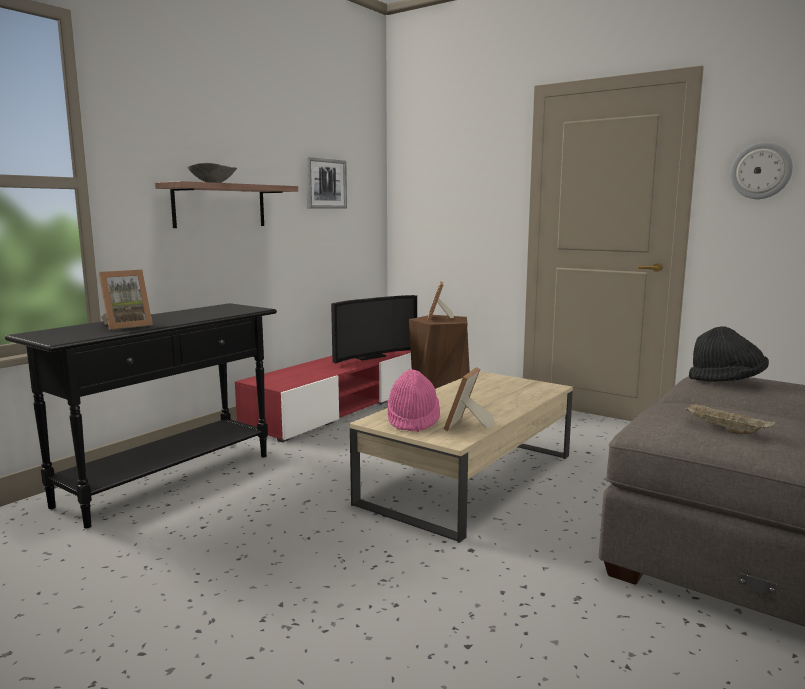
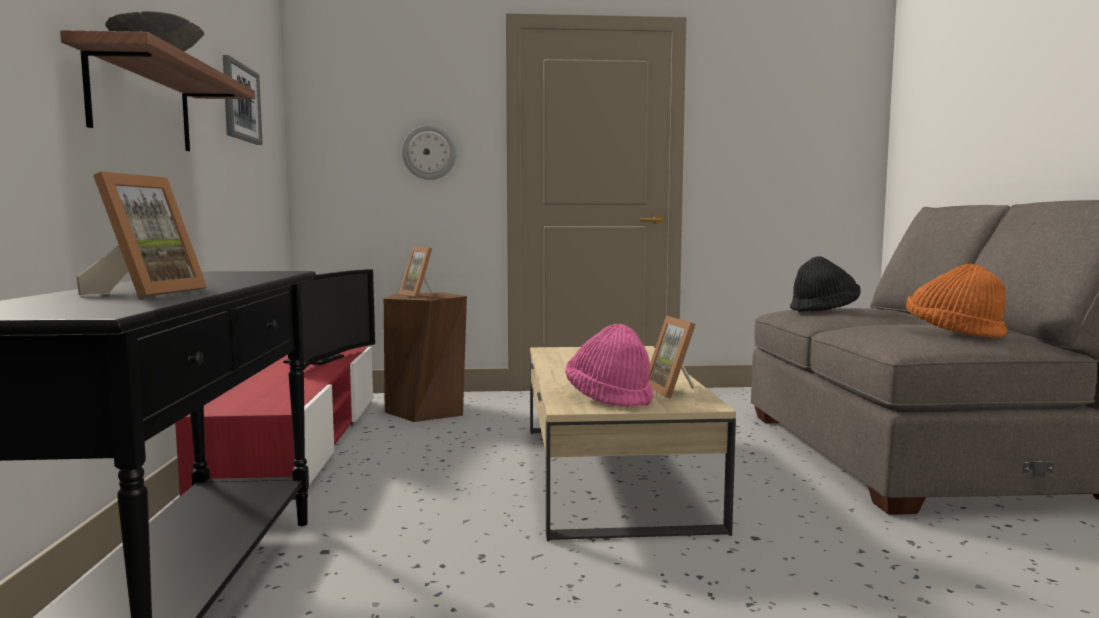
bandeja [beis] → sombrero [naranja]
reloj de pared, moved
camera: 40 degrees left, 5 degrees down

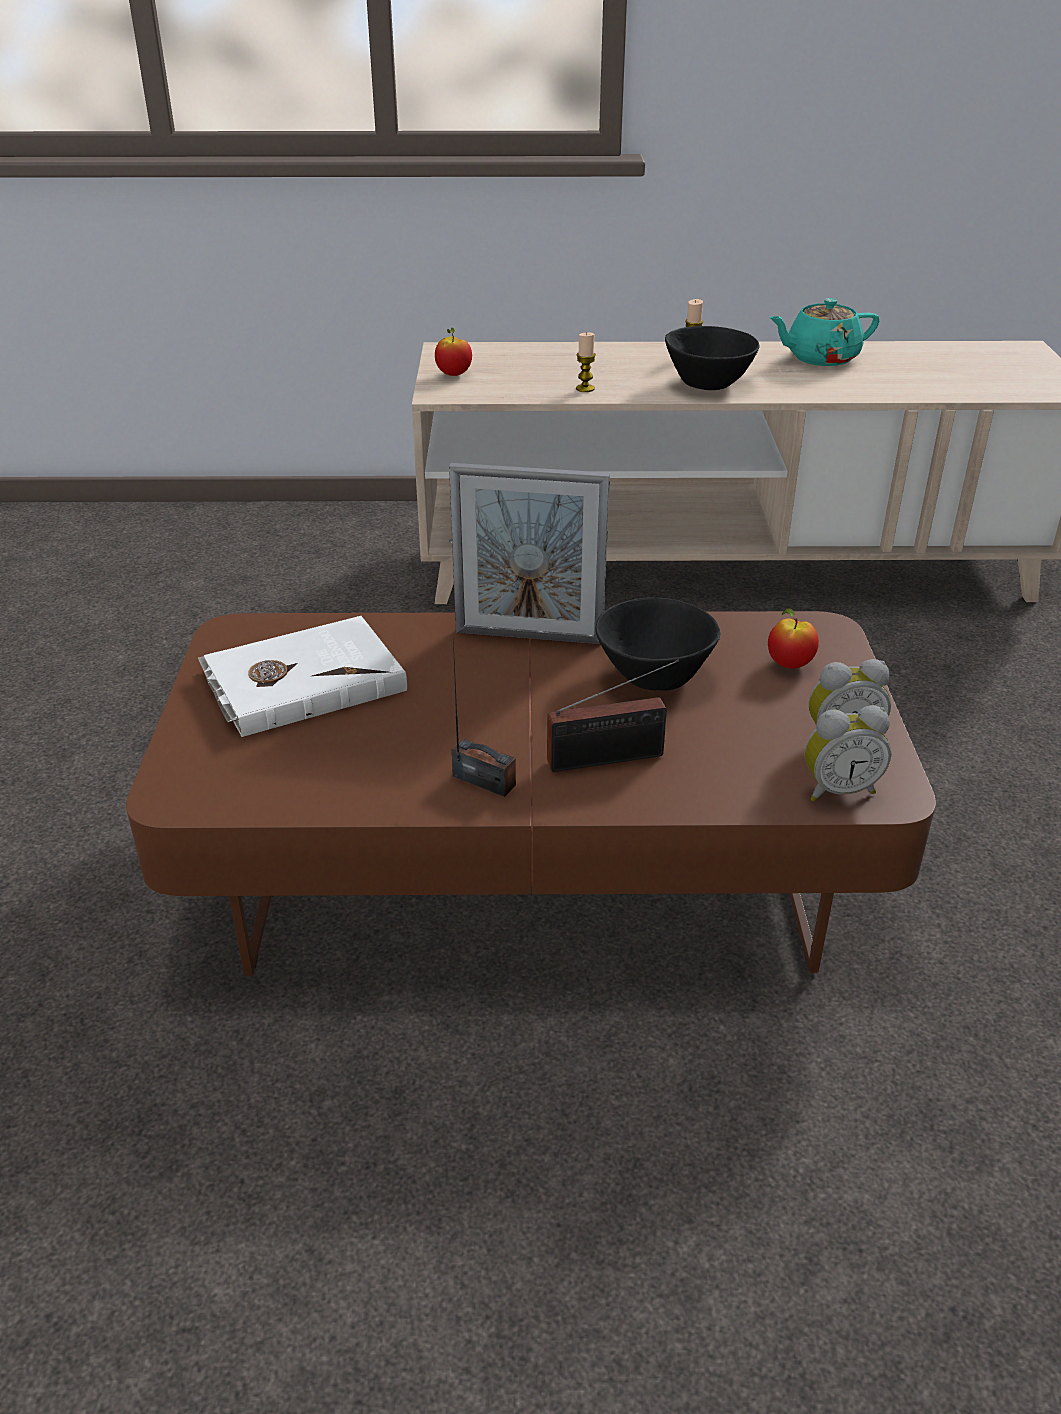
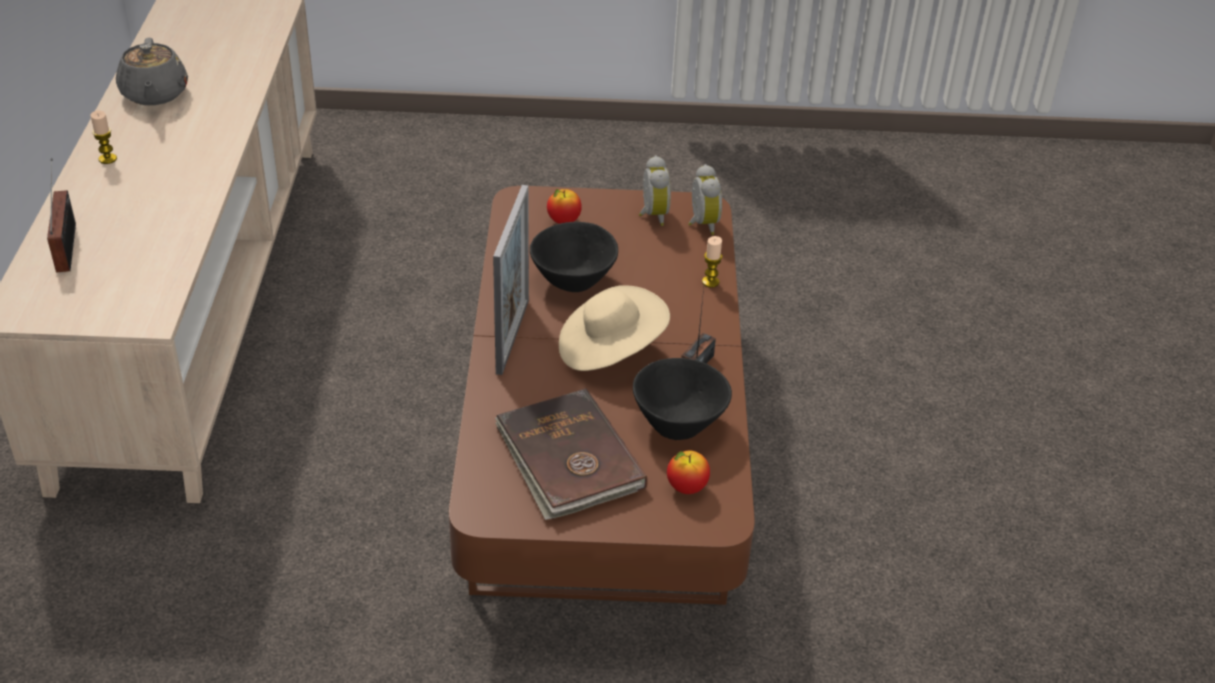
libro [blanco] → libro [marrón]
manzana (1st from left in the first image) → manzana (2nd from left), moved
radio (2nd from left in the first image) → radio (1st from left), moved
vela (1st from left in the first image) → vela (2nd from left), moved
cuenco [negro] (2nd from left), moved
tetera [turquesa] → tetera [gris]
- → sombrero [beis]
camera: 90 degrees left, 5 degrees up

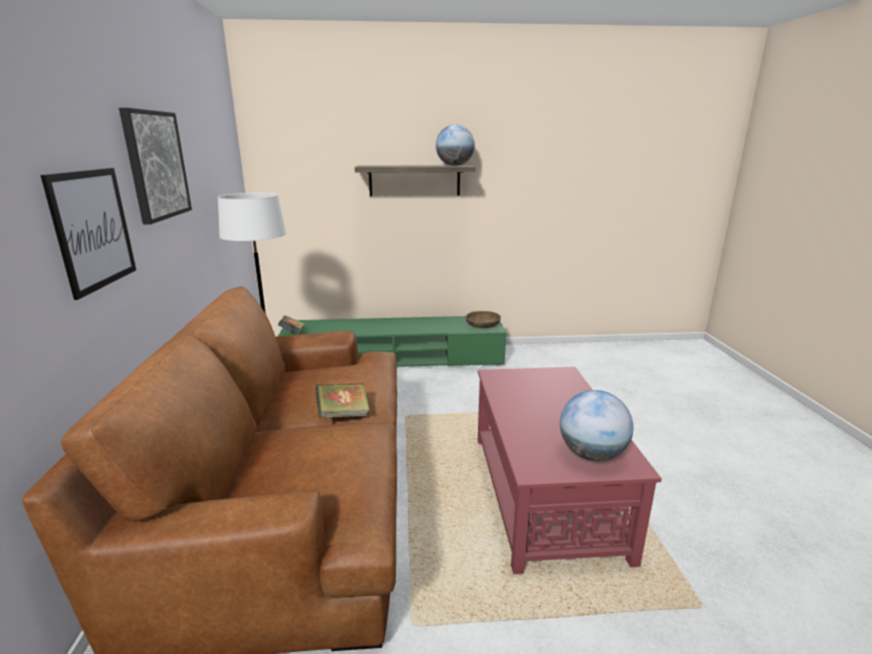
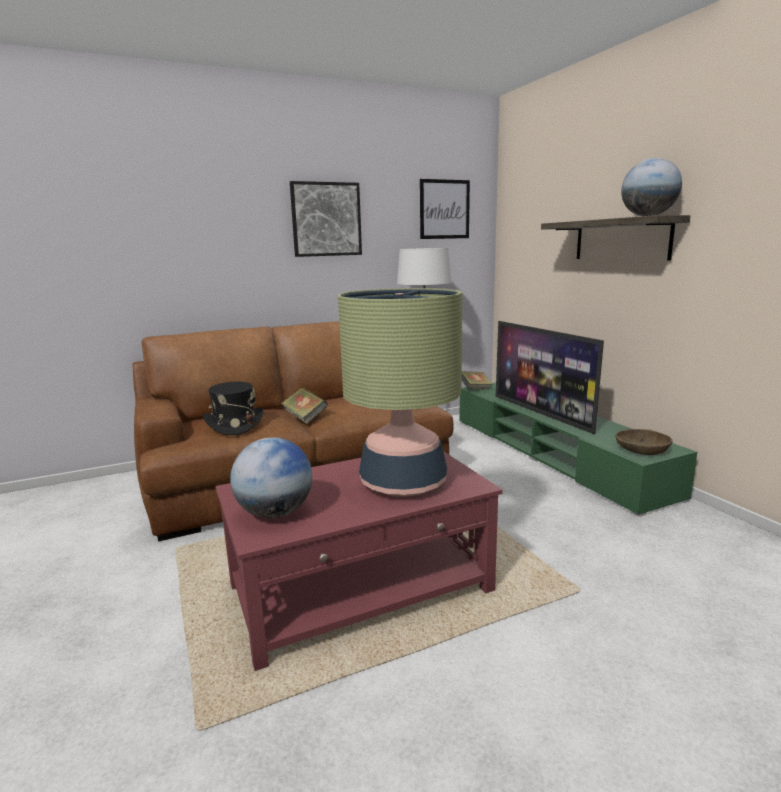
cuadro (1st from left in the first image) → cuadro (2nd from left), moved
- → sombrero [negro]
- → lámpara de mesa
- → televisor
camera: 70 degrees right, 5 degrees down

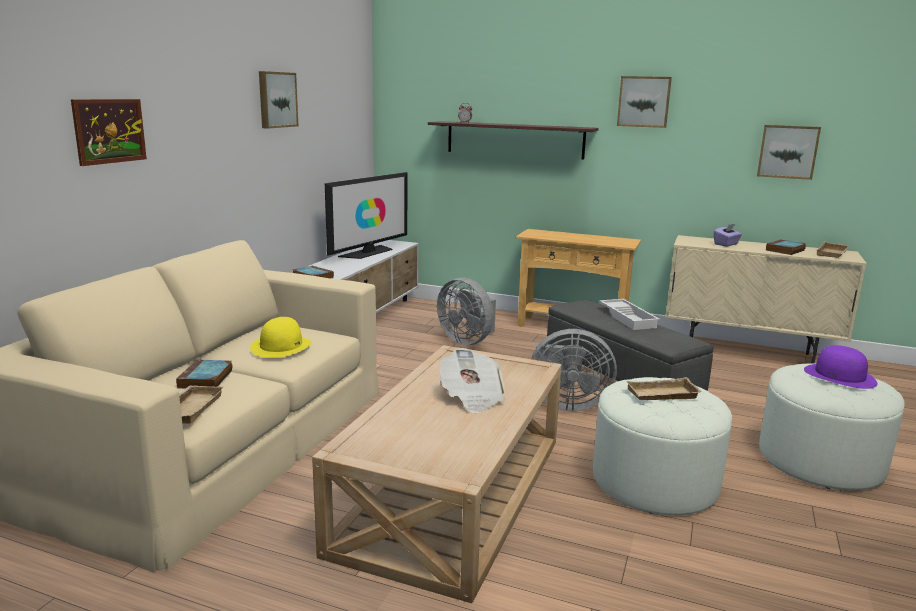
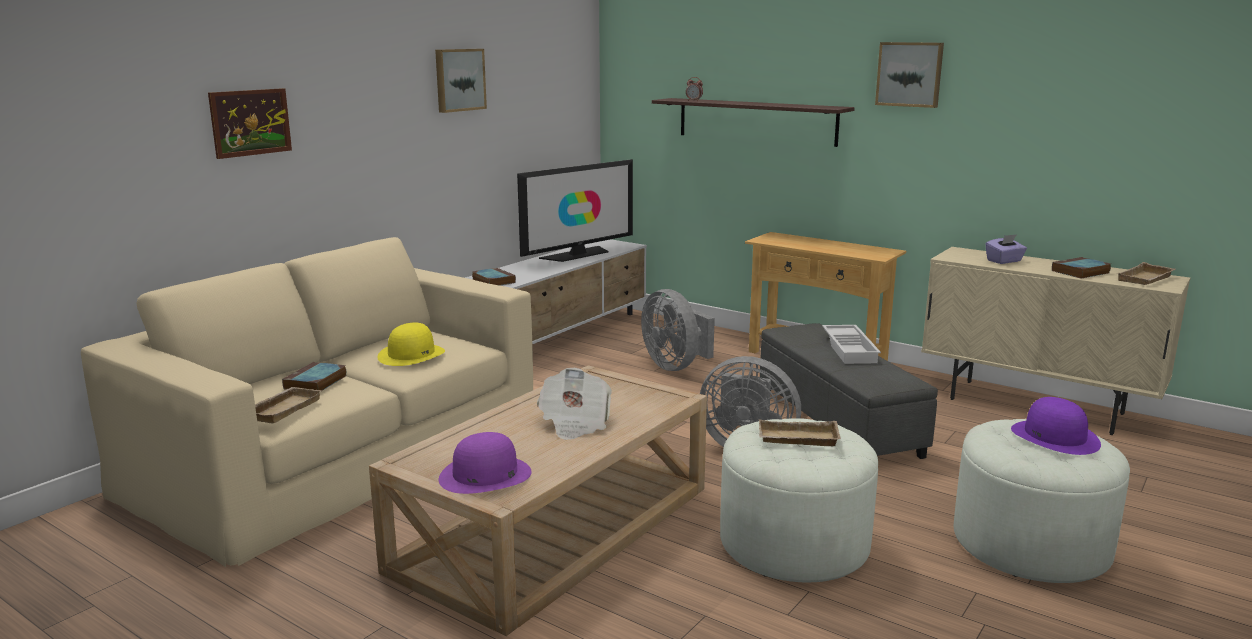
cuadro (4th from left) → -
- → sombrero [morado] (1st from left)
camera: 15 degrees right, 0 degrees up

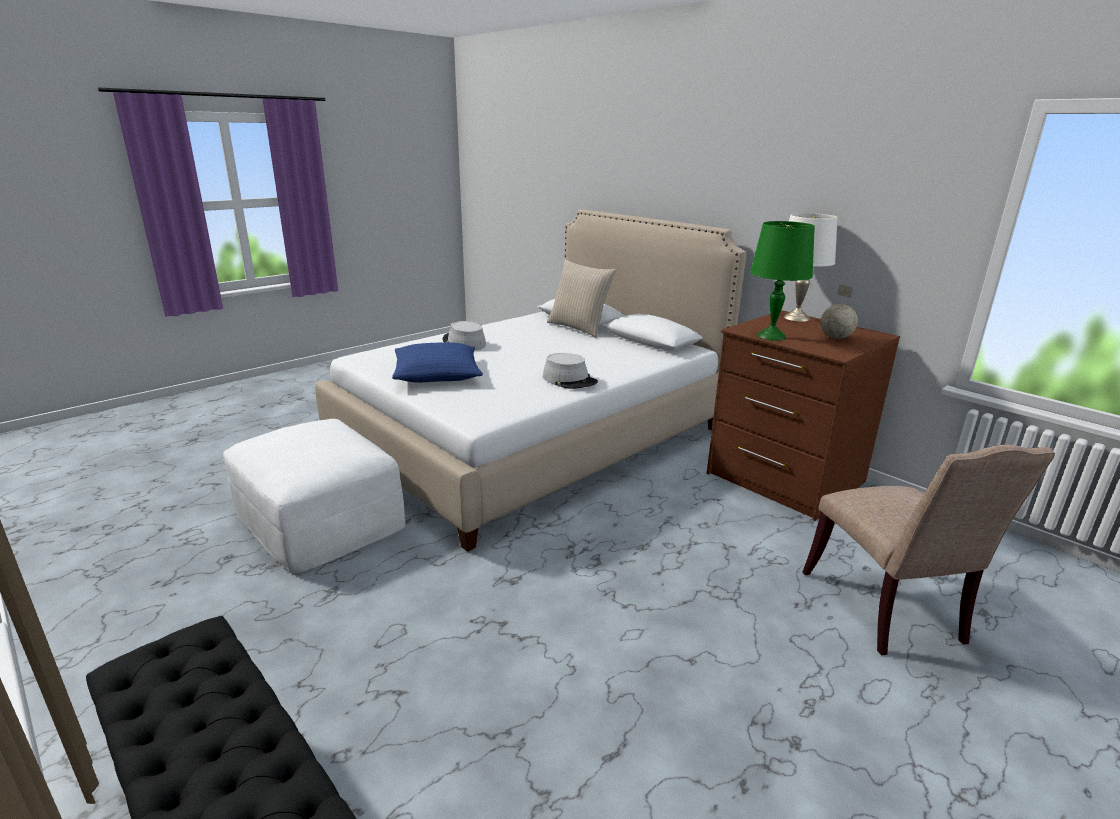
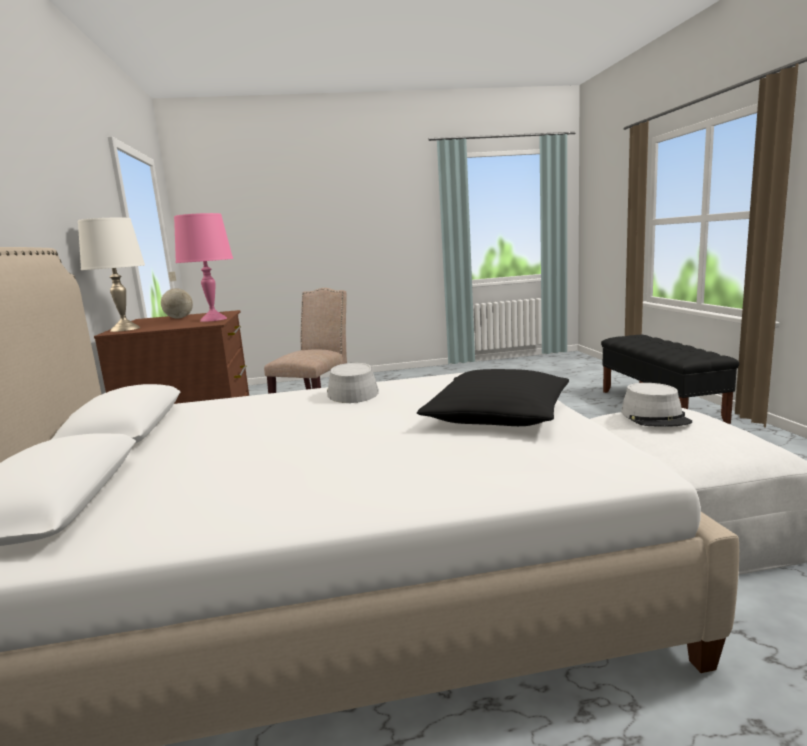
cojín [azul] → cojín [negro]
sombrero [gris] (1st from left in the first image) → sombrero [gris] (2nd from left), moved
cojín [beis] → -
lámpara de mesa [verde] → lámpara de mesa [rosa]
camera: 145 degrees left, 10 degrees down

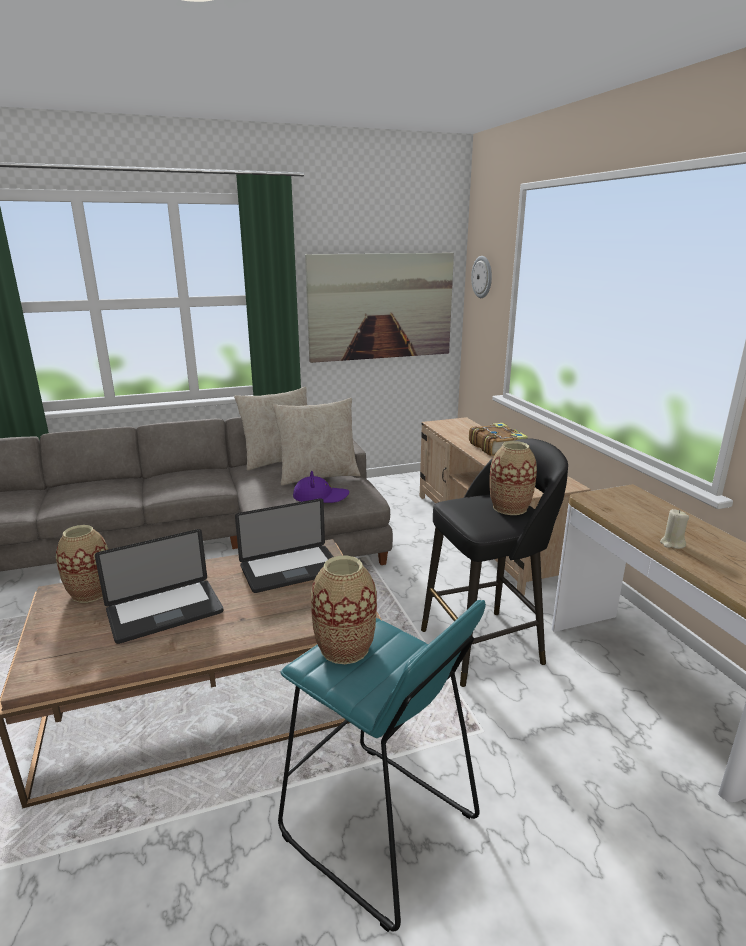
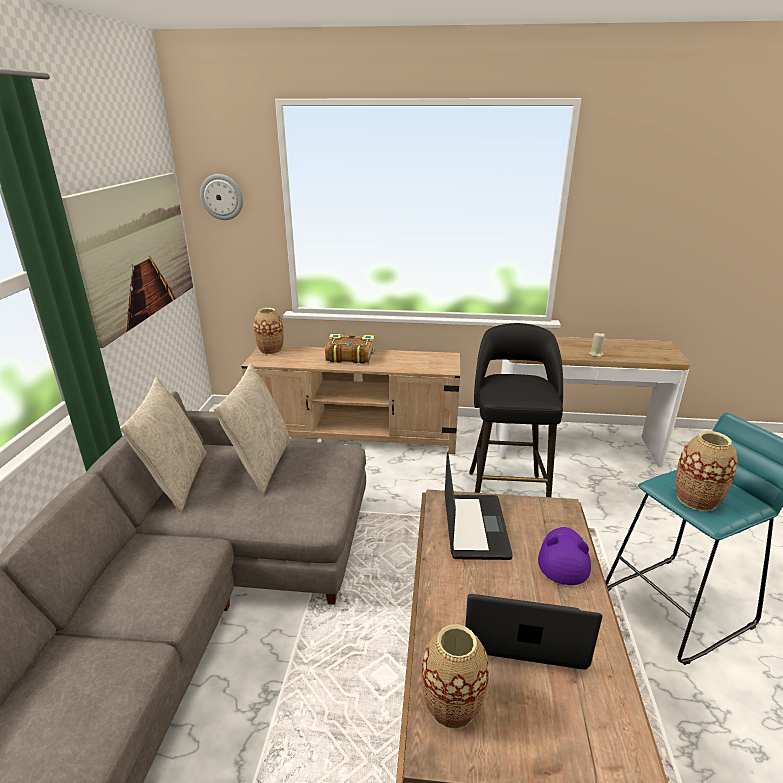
portátil (1st from left in the first image) → portátil (2nd from left), 75 degrees counterclockwise
sombrero [morado], moved
florero (3rd from left in the first image) → florero (1st from left), moved
camera: 65 degrees left, 5 degrees up

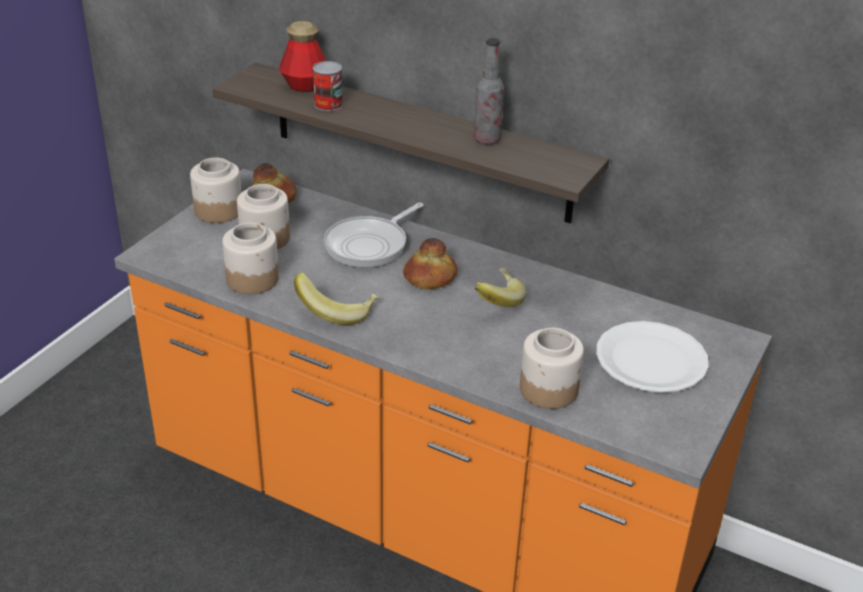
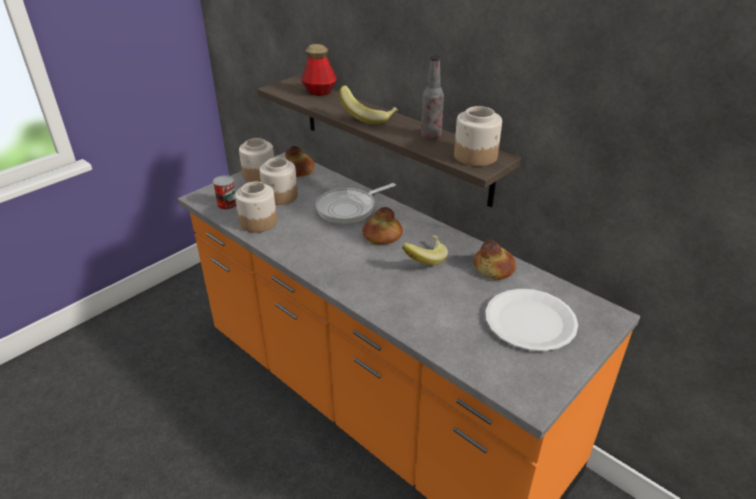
plátano (1st from left), moved
lata, moved
tarro (4th from left), moved
- → pan (3rd from left)
camera: 15 degrees right, 0 degrees up

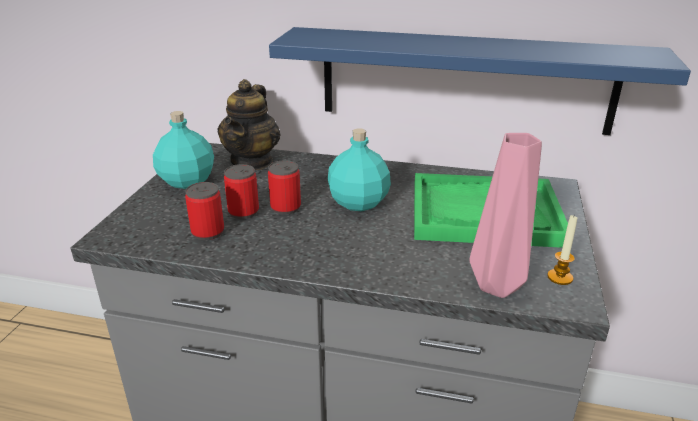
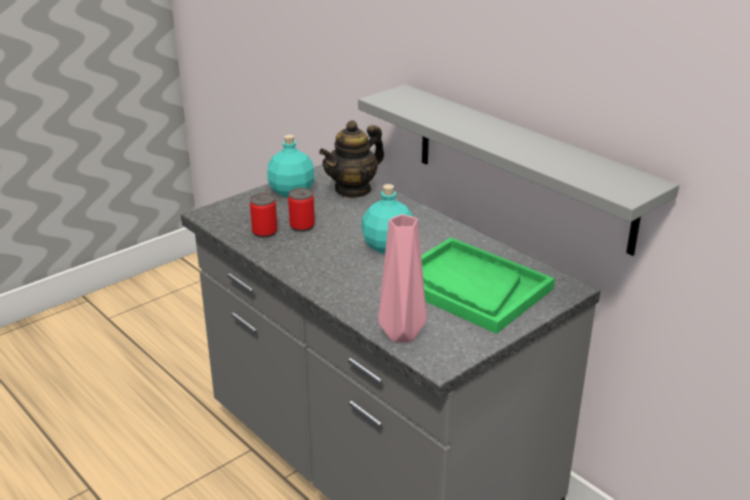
lata (3rd from left) → -
estante [azul] → estante [gris]
vela → -
camera: 35 degrees right, 0 degrees up

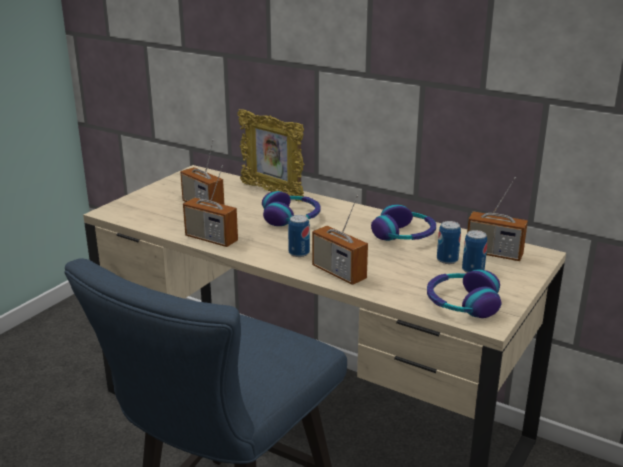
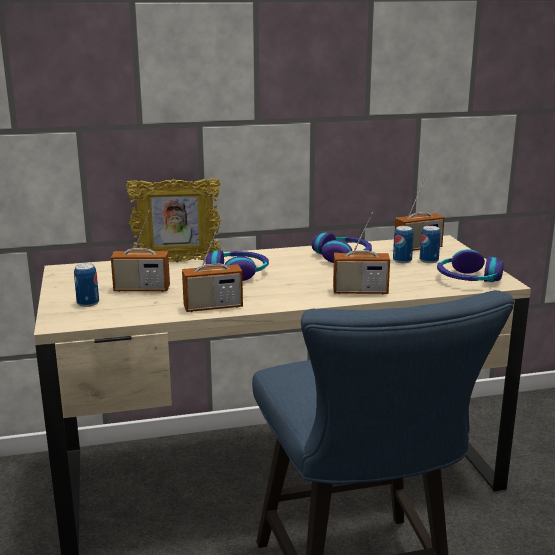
lata (1st from left), moved
camera: 45 degrees left, 5 degrees down

